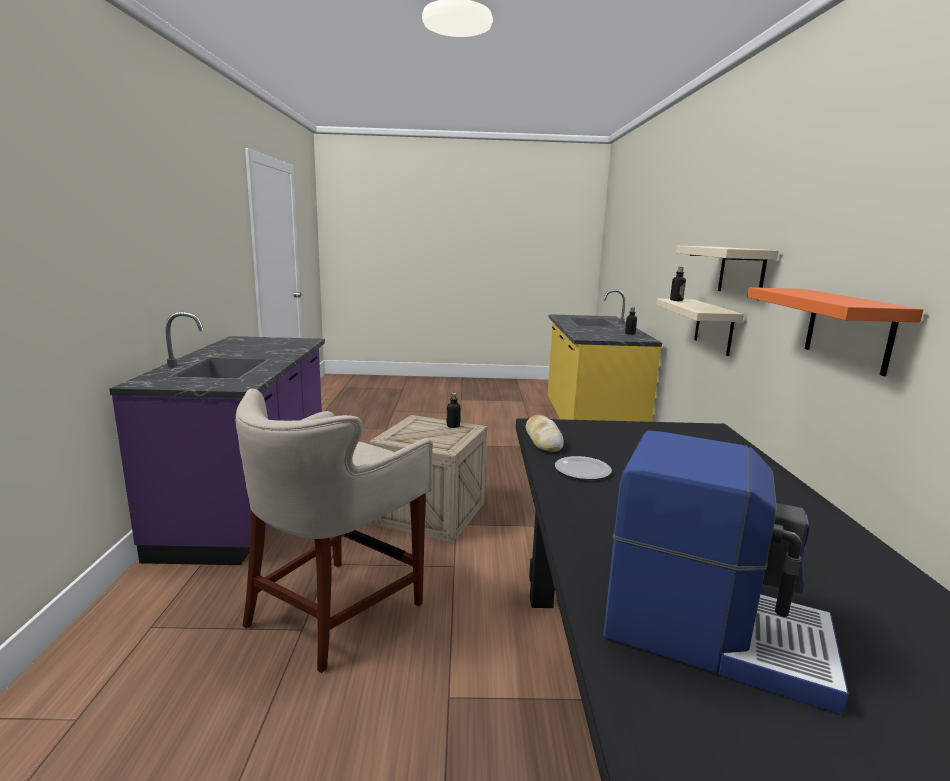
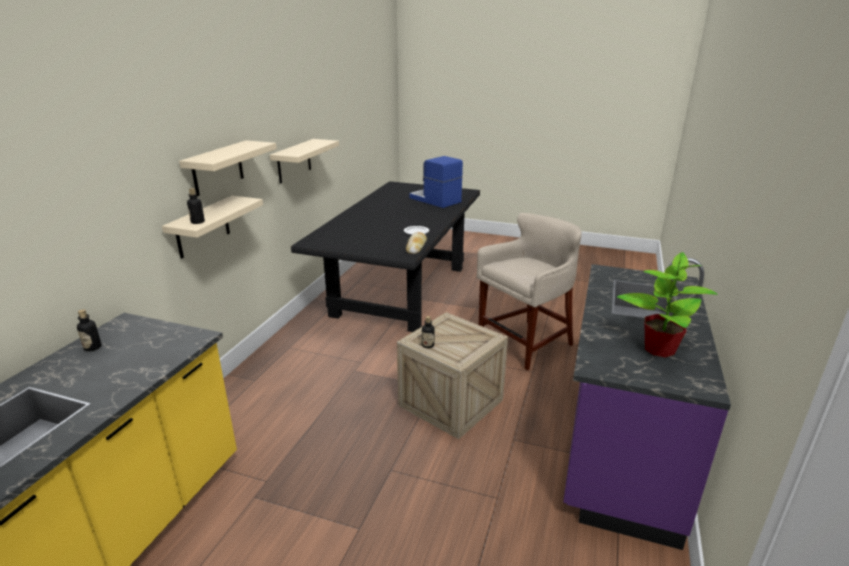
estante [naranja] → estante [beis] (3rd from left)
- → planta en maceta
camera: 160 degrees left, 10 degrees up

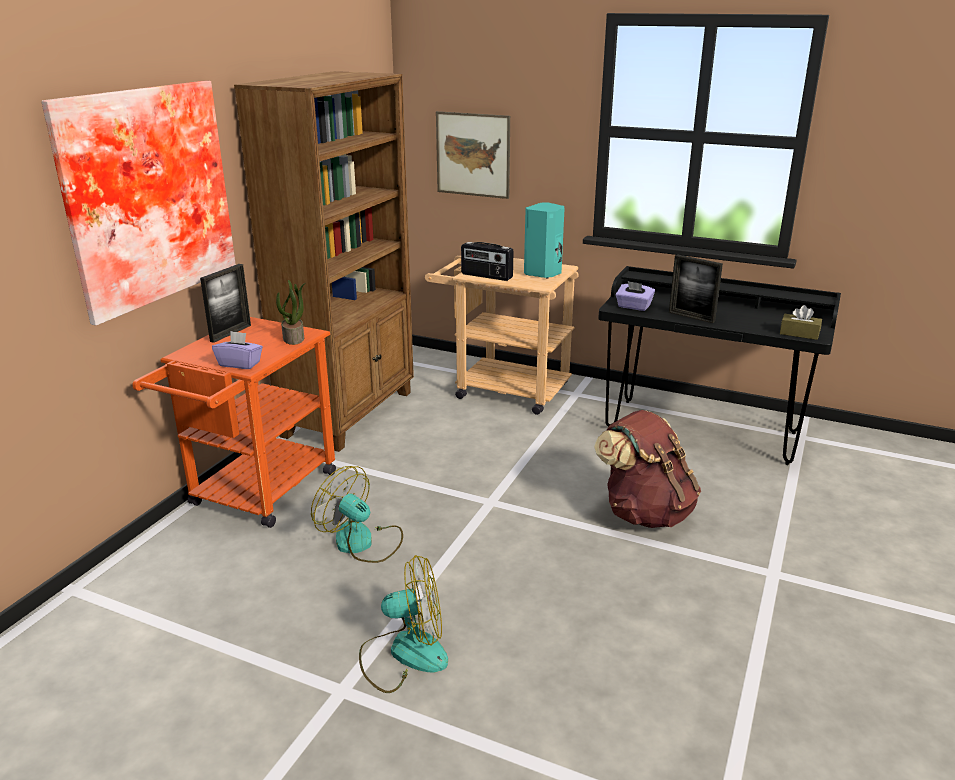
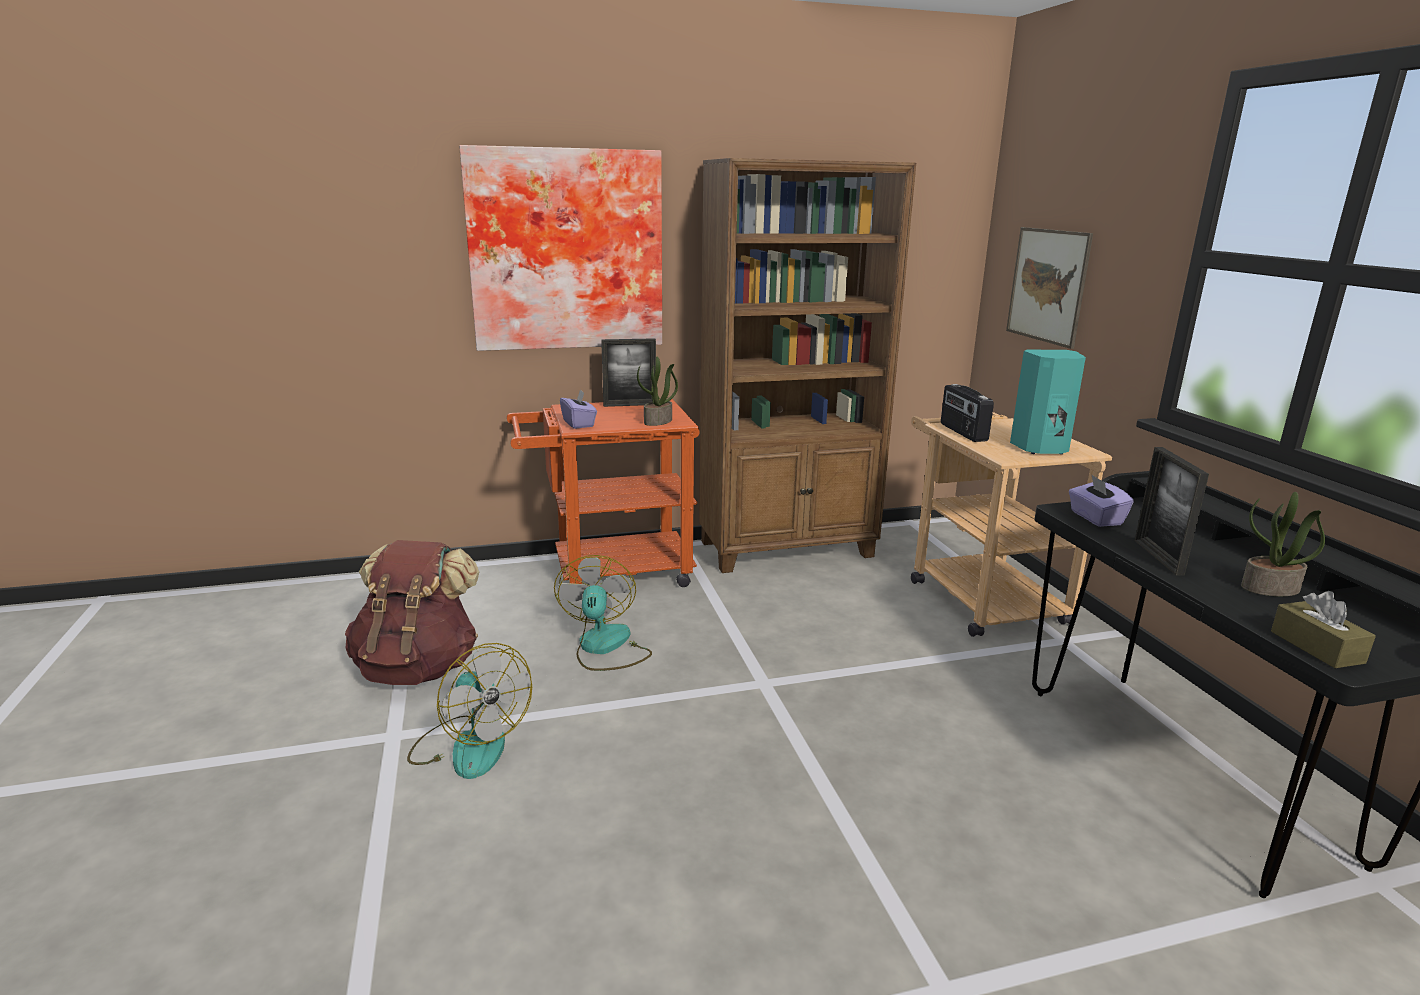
mochila [marrón], moved
- → planta en maceta (2nd from left)
camera: 50 degrees right, 5 degrees down

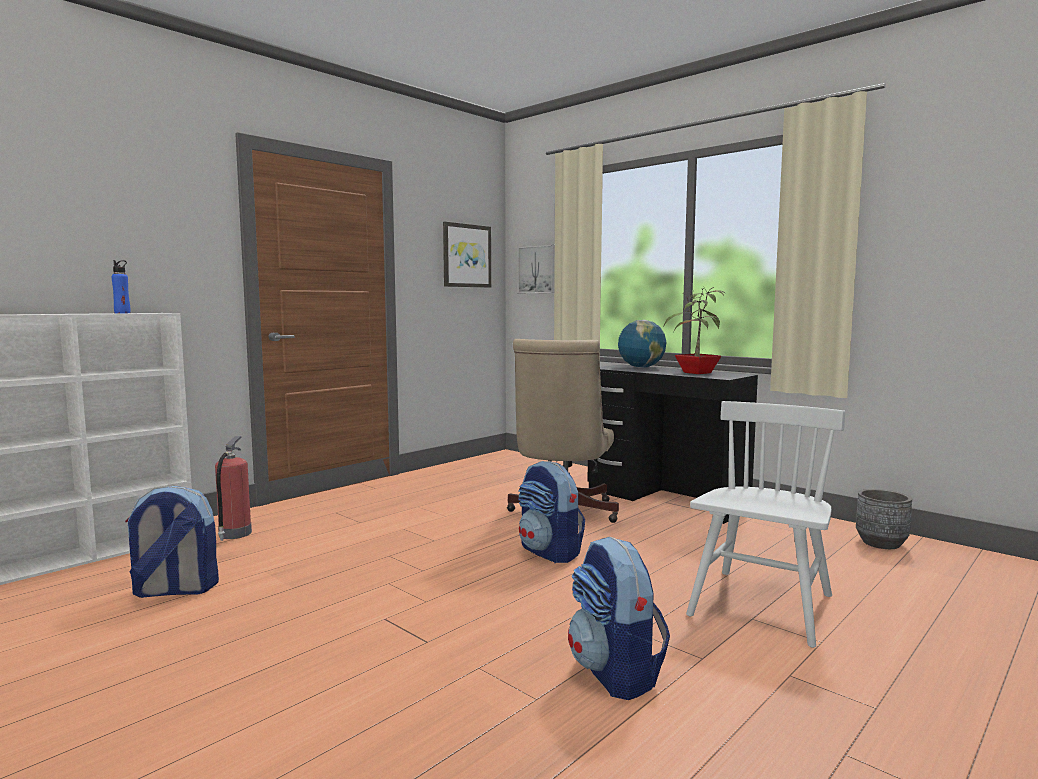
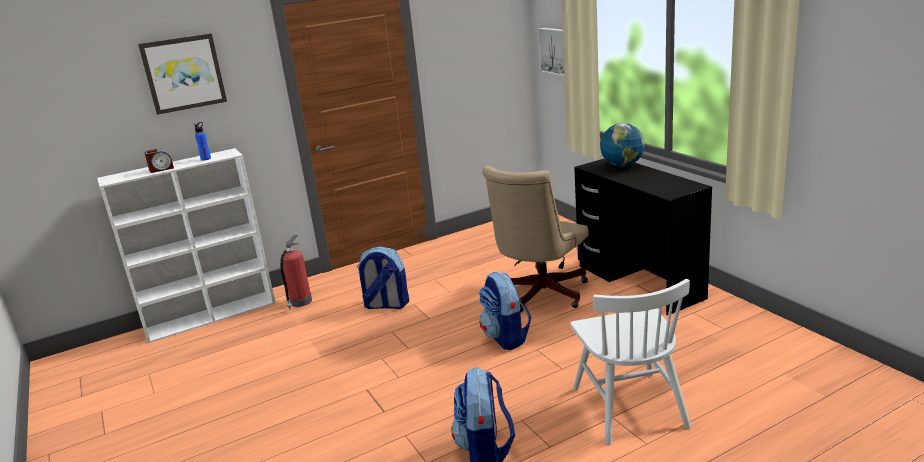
mochila (1st from left), moved
cuadro (1st from left), moved
planta en maceta → -
silla [blanco], 120 degrees clockwise
maceta [gris] → -
- → despertador
camera: 20 degrees right, 15 degrees up

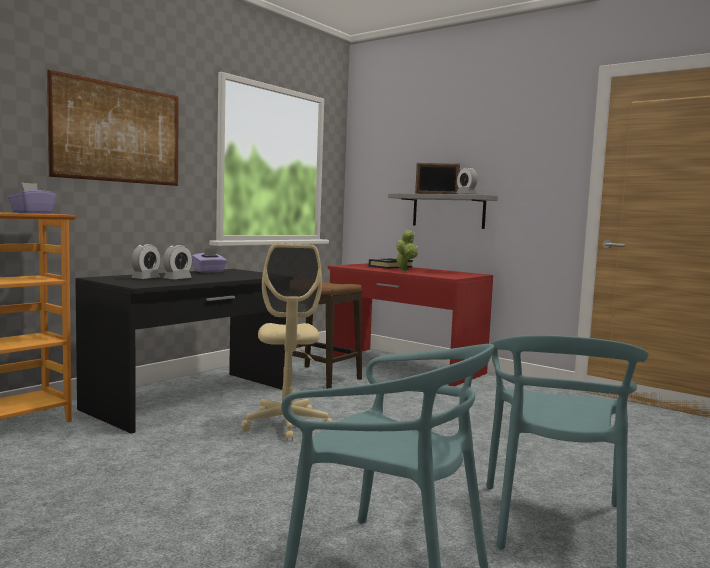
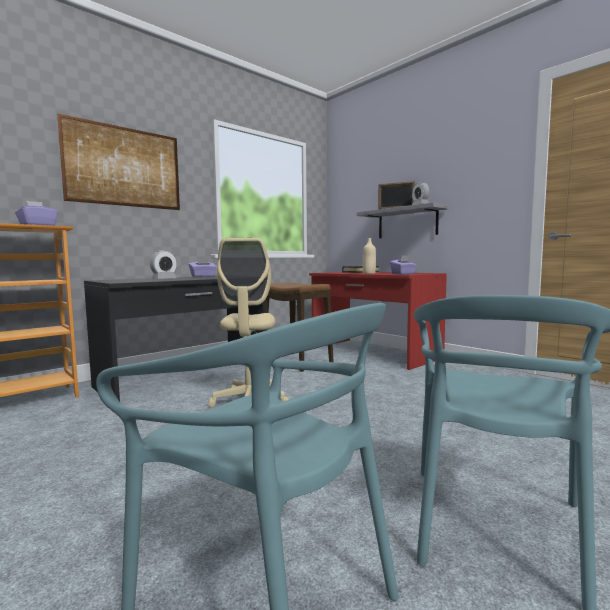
despertador (1st from left) → -
planta en maceta → botella [beis]
- → caja de pañuelos [morado] (3rd from left)
camera: 10 degrees right, 0 degrees up

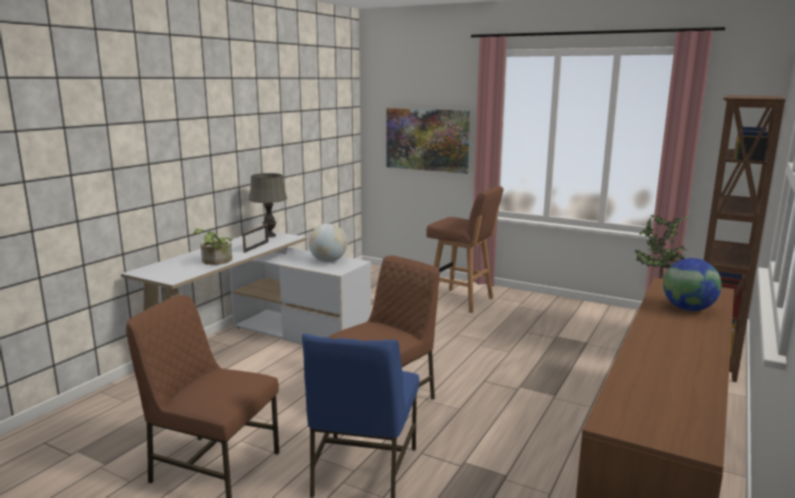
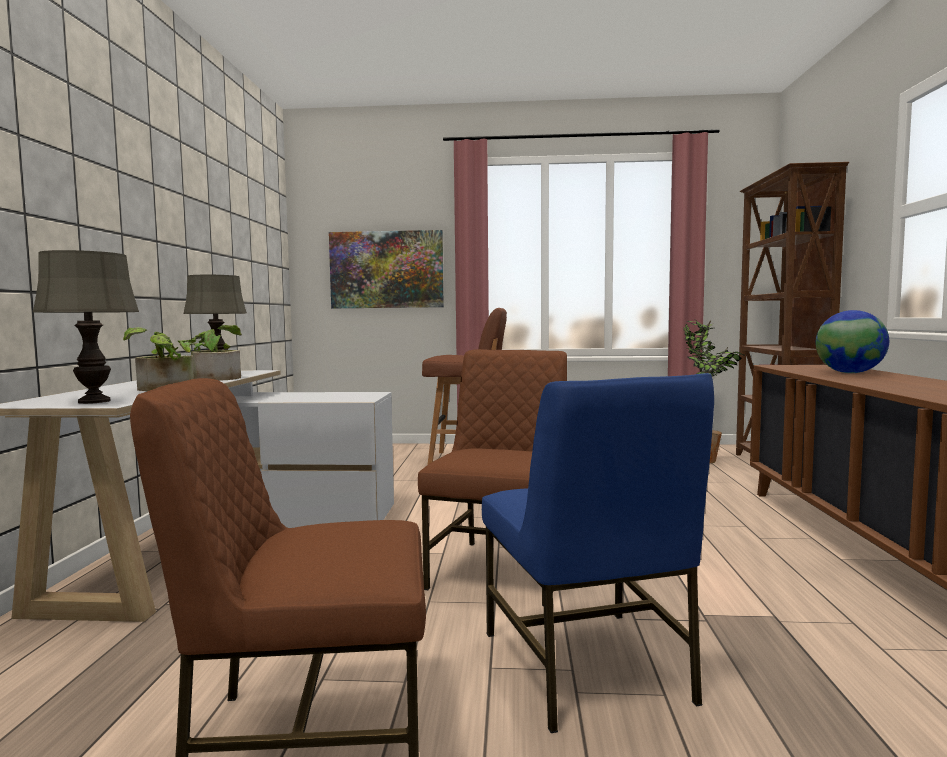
portarretratos → planta en maceta (2nd from left)
globo terráqueo (1st from left) → -
- → lámpara de mesa [gris] (1st from left)
camera: 25 degrees left, 10 degrees down

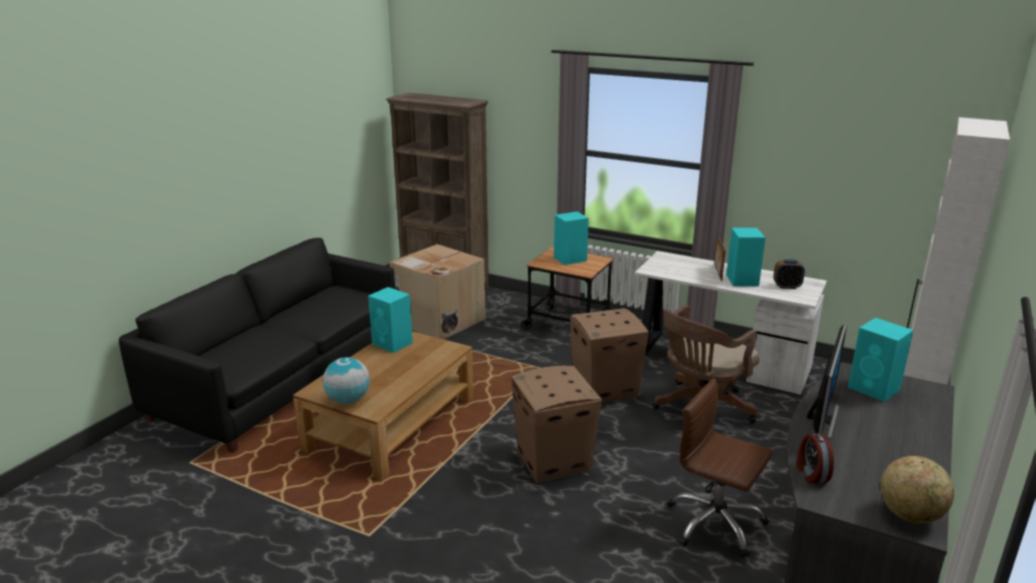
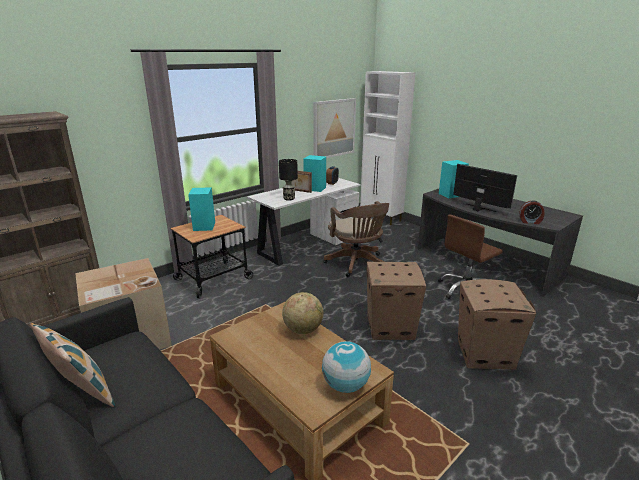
altavoz [turquesa] (1st from left) → -
caja de cartón (3rd from left), moved
globo terráqueo (2nd from left in the first image) → globo terráqueo (1st from left), moved
- → cojín
- → lámpara de mesa [negro]
- → cuadro
camera: 70 degrees left, 0 degrees up

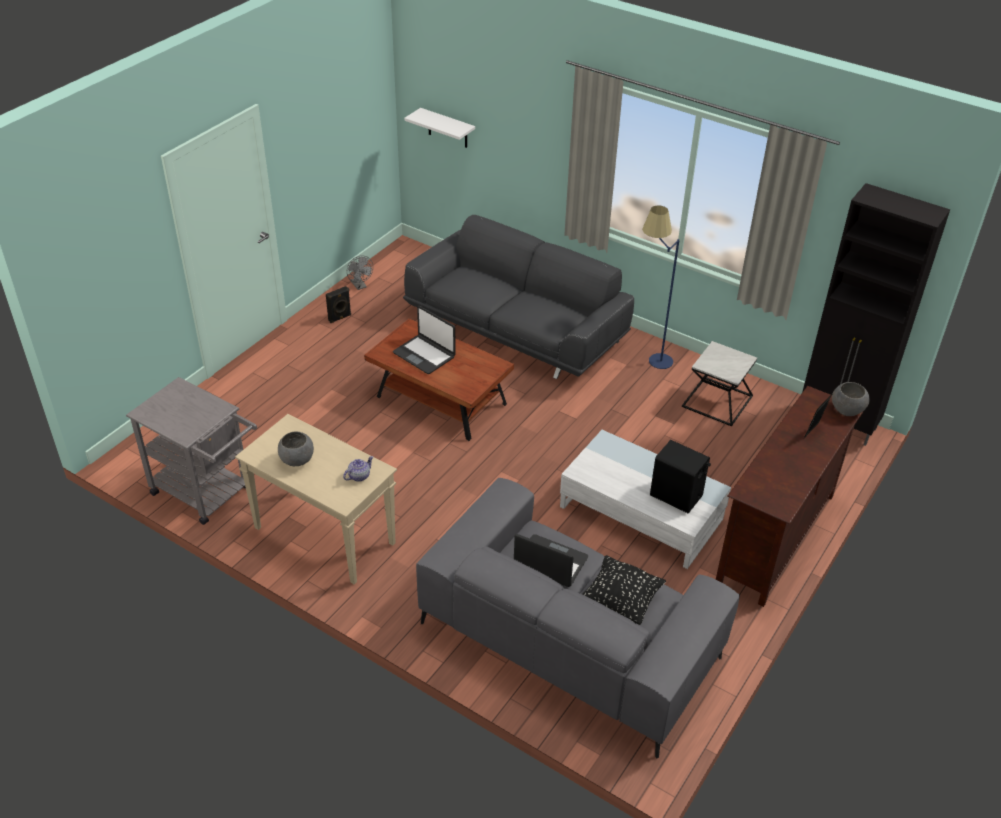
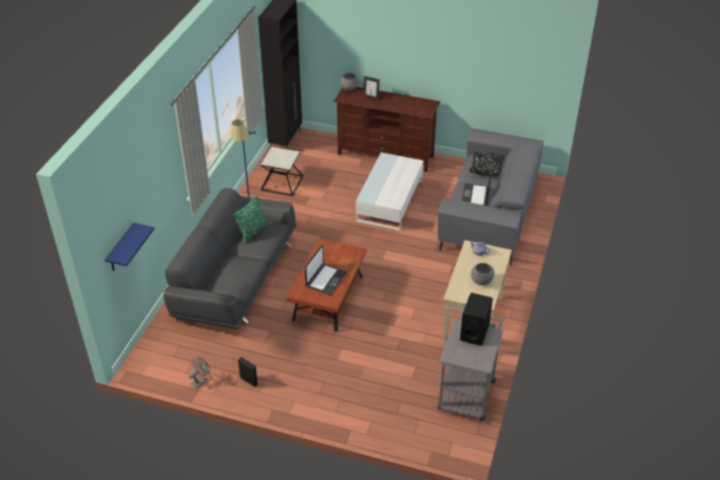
estante [blanco] → estante [azul]
altavoz [negro] (2nd from left), moved
- → cojín [verde]
camera: 105 degrees left, 0 degrees up

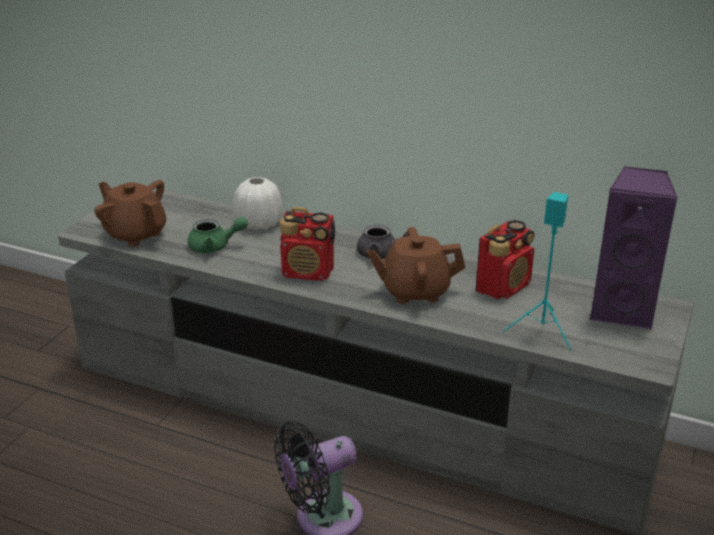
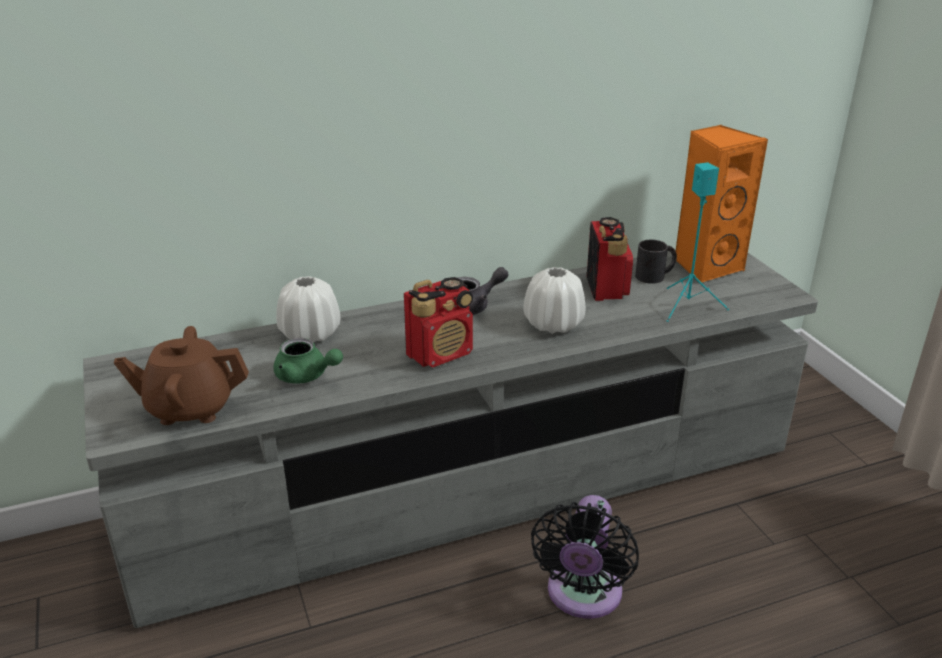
tetera [verde], 75 degrees clockwise
tetera [marrón] (2nd from left) → florero [blanco] (2nd from left)
altavoz [morado] → altavoz [naranja]
- → taza grande [negro]
camera: 45 degrees left, 0 degrees up

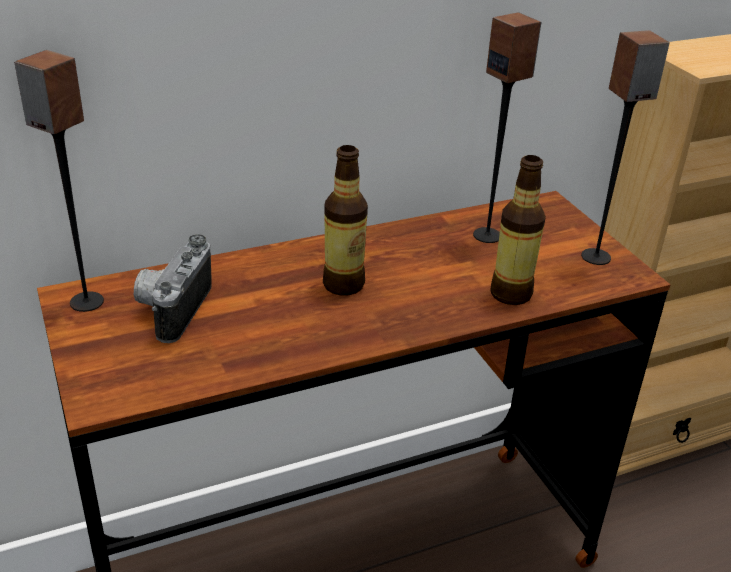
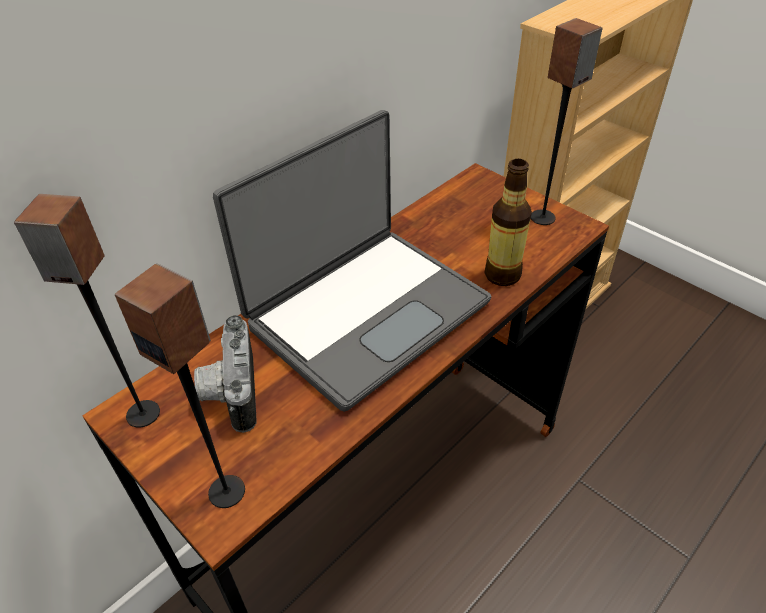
botella (1st from left) → portátil
altavoz (2nd from left), moved
camera: 20 degrees left, 10 degrees up

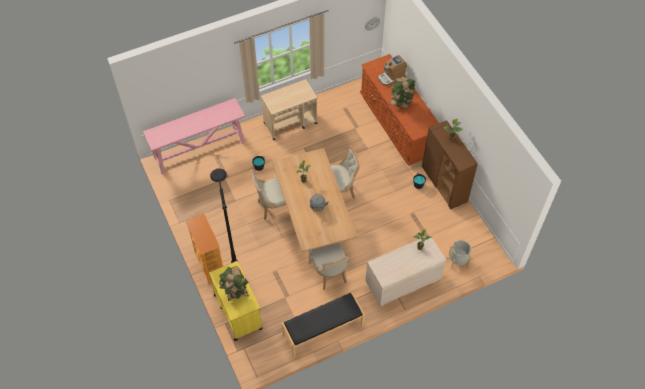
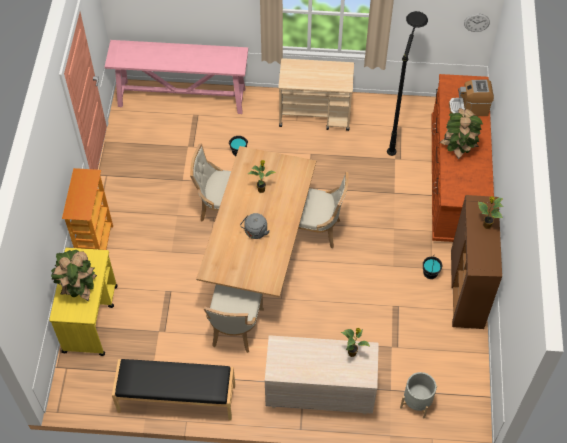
lámpara de pie [negro], moved
camera: 30 degrees right, 0 degrees up

